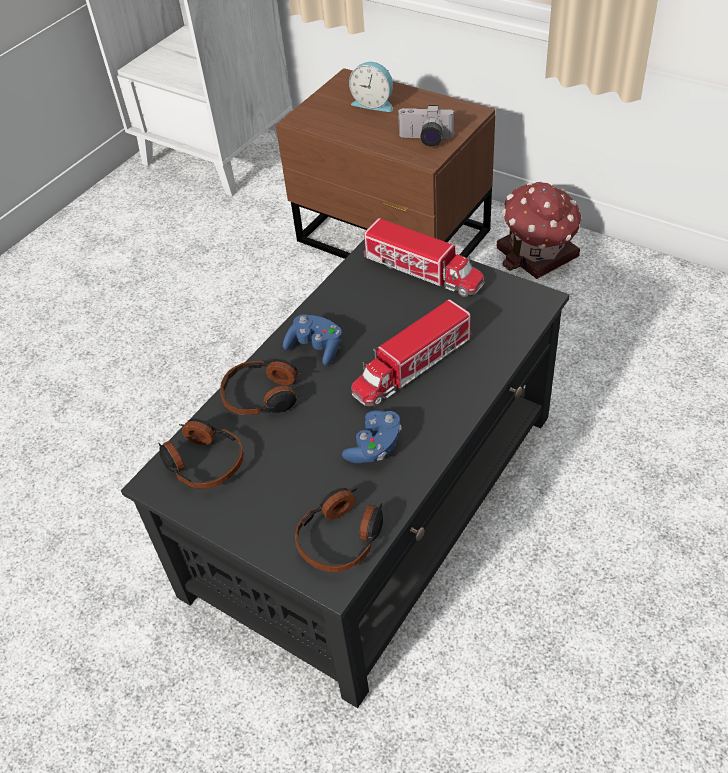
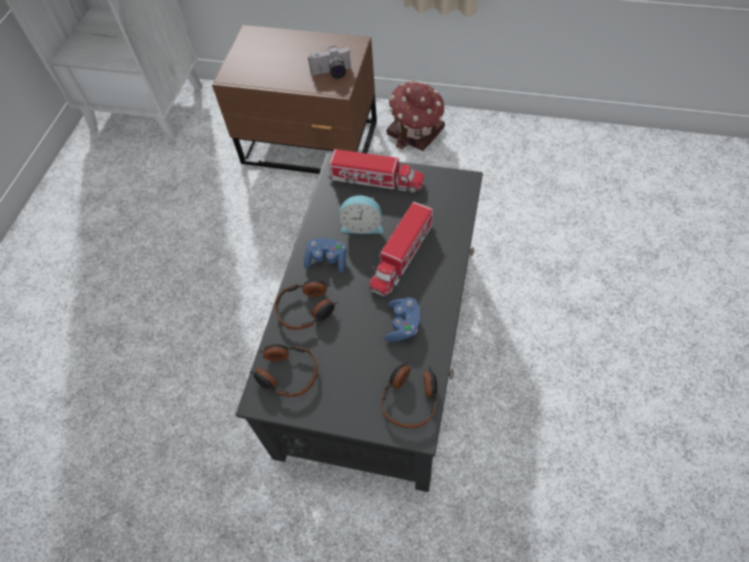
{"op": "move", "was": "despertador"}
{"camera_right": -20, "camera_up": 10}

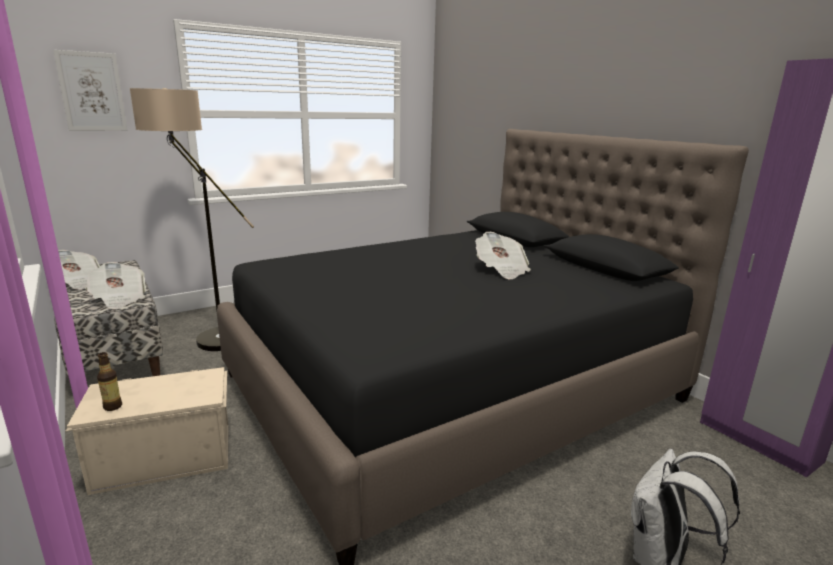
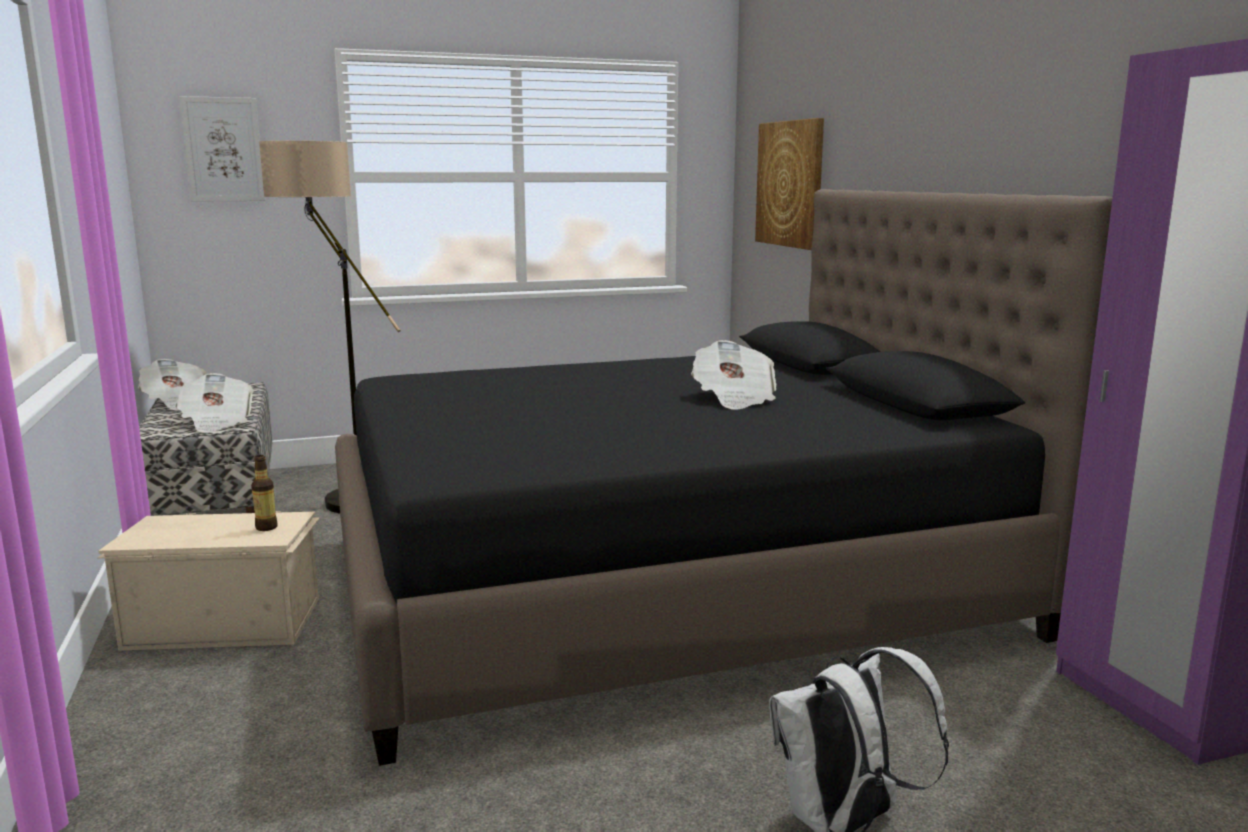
{"op": "insert", "now": "cuadro (2nd from left)"}
{"op": "move", "was": "botella"}
{"camera_right": 15, "camera_up": -5}

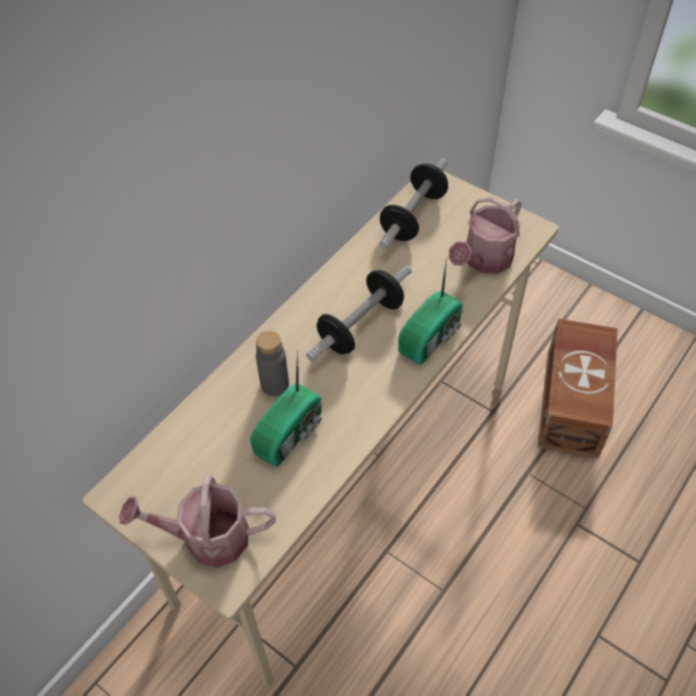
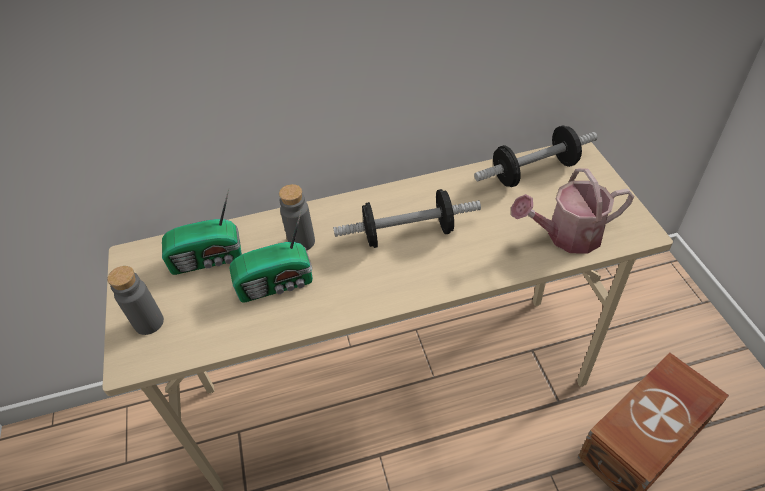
{"op": "move", "was": "radio (2nd from left in the first image)", "now": "radio (1st from left)"}
{"op": "replace", "was": "regadera (1st from left)", "now": "botella (gris) (1st from left)"}
{"camera_right": 40, "camera_up": -5}

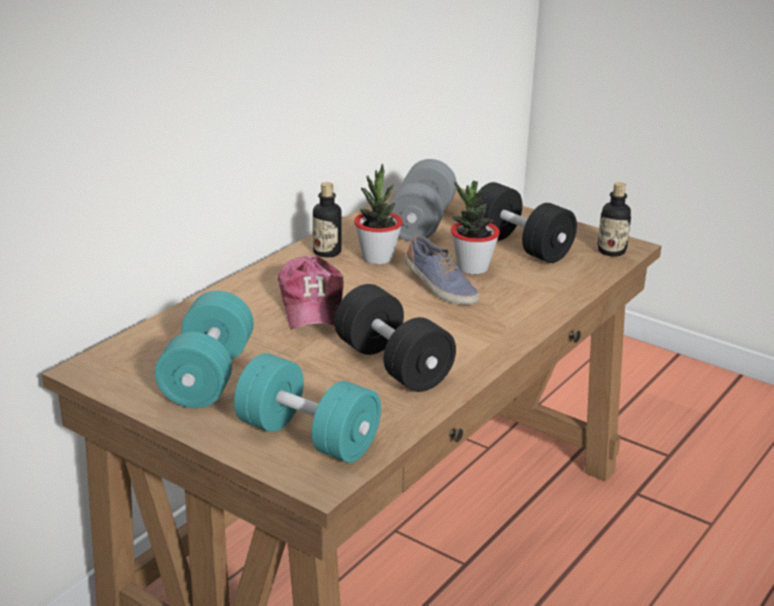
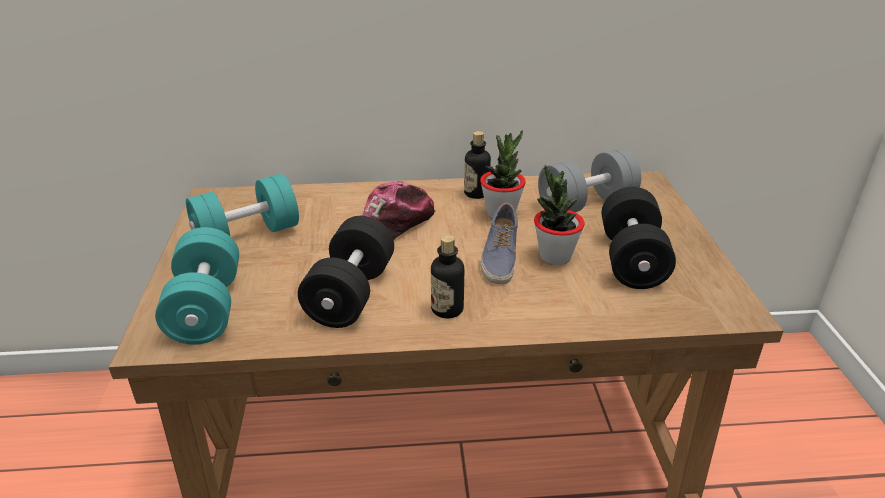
{"op": "move", "was": "botella (2nd from left in the first image)", "now": "botella (1st from left)"}
{"camera_right": 50, "camera_up": 5}

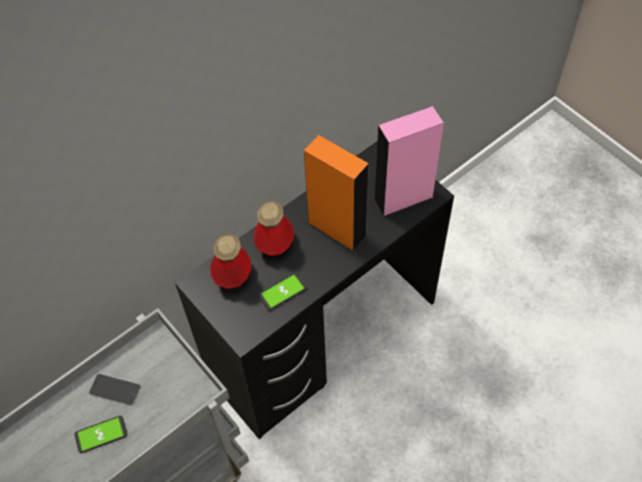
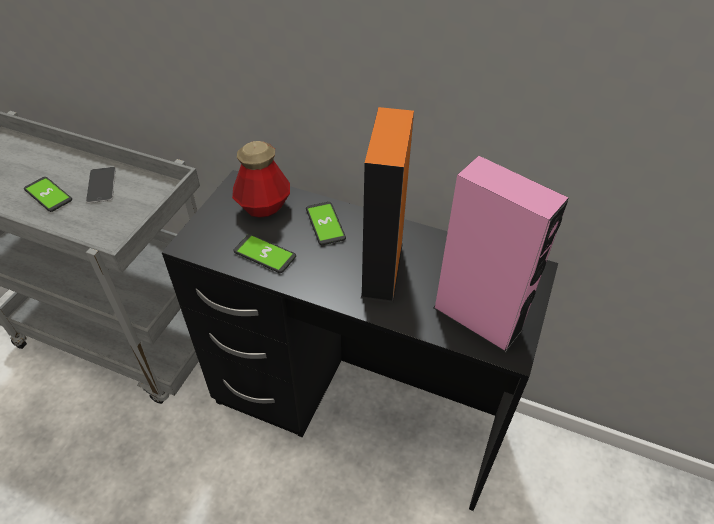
{"op": "replace", "was": "botella (2nd from left)", "now": "móvil (4th from left)"}
{"camera_right": 60, "camera_up": -10}

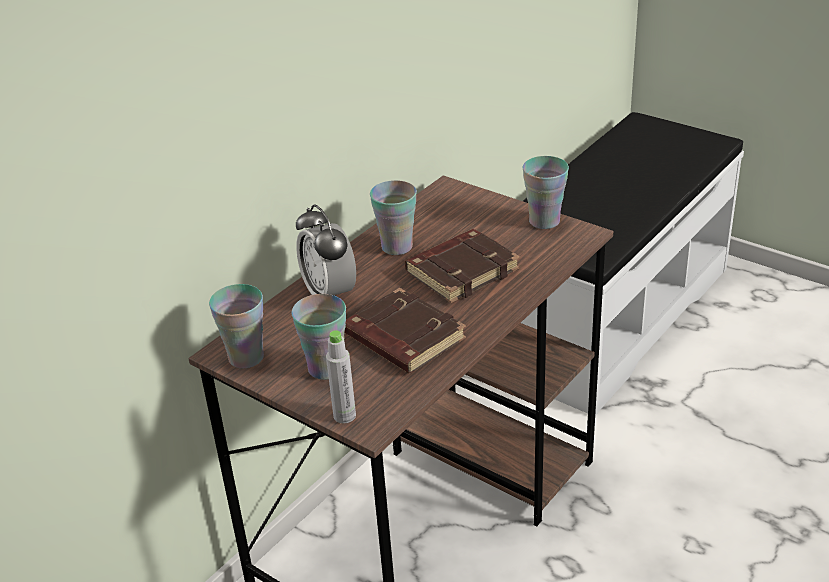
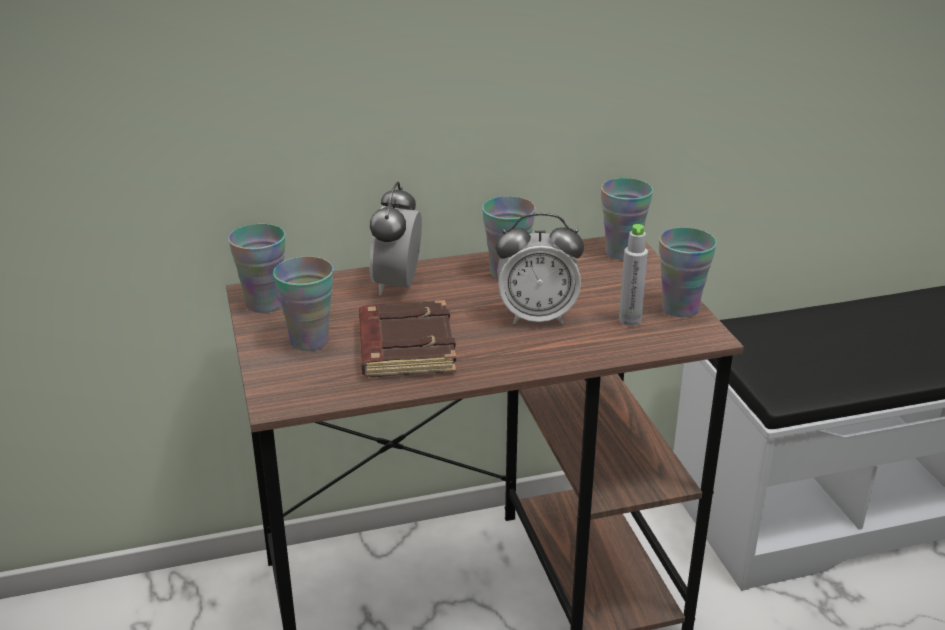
{"op": "insert", "now": "taza (4th from left)"}
{"op": "move", "was": "botella (gris)"}
{"op": "replace", "was": "libro (marrón) (2nd from left)", "now": "despertador (2nd from left)"}
{"camera_right": 35, "camera_up": -5}

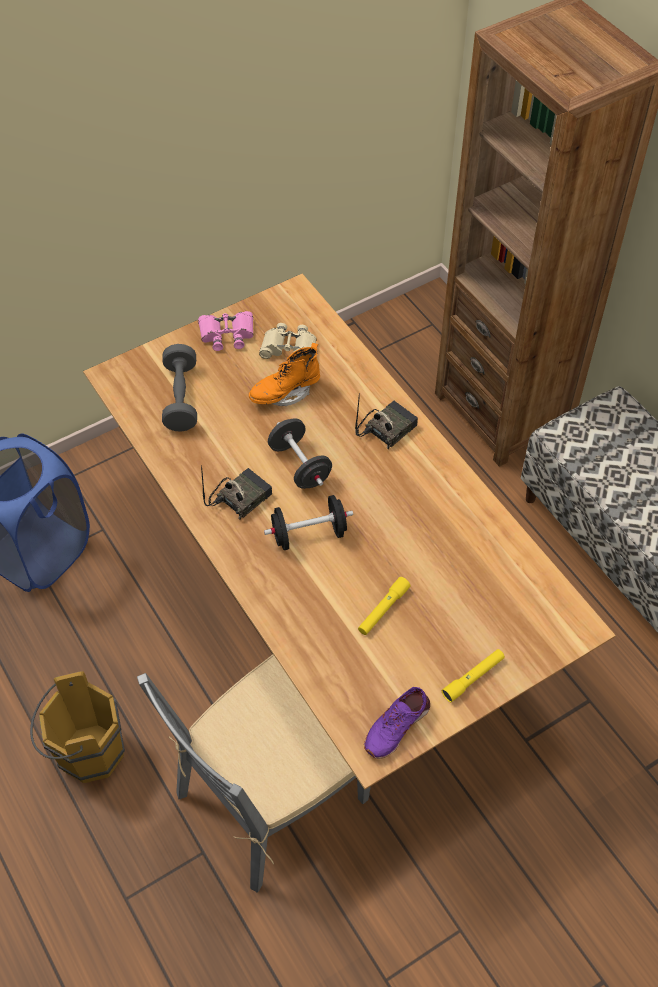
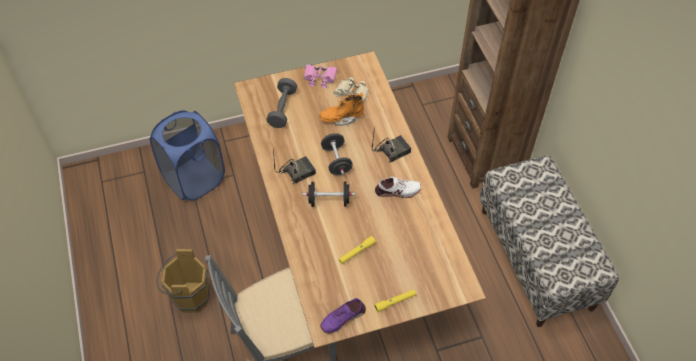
{"op": "insert", "now": "zapato (blanco)"}
{"camera_right": 15, "camera_up": 0}

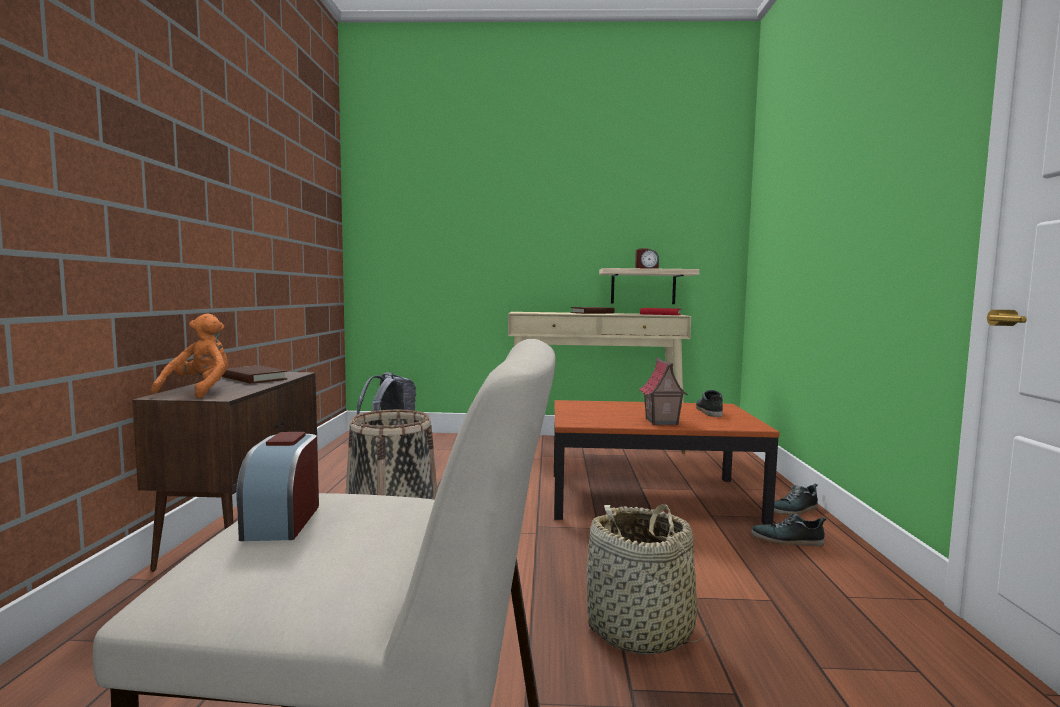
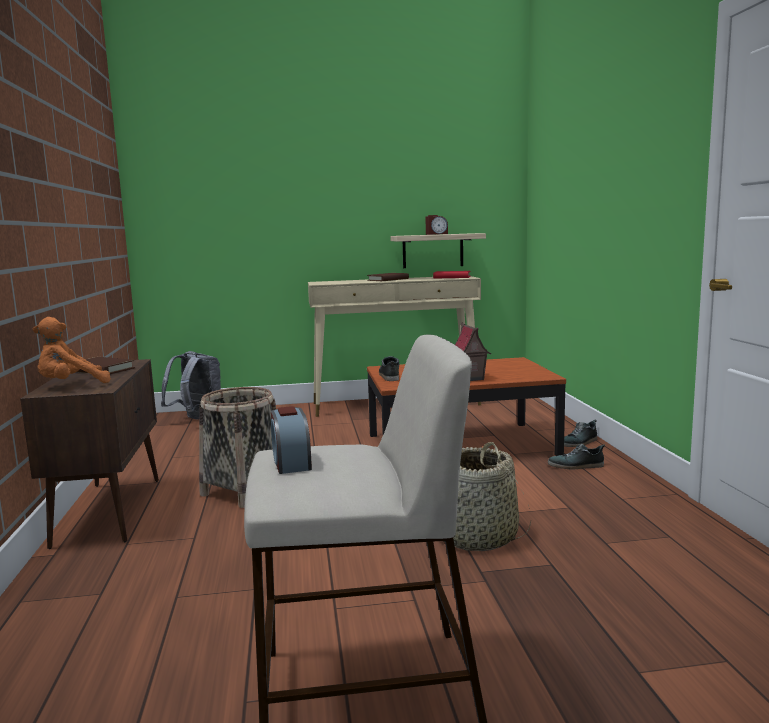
{"op": "move", "was": "zapato (1st from left)"}
{"op": "rotate", "was": "peluche (naranja)", "clockwise": -120}
{"camera_right": -10, "camera_up": 5}

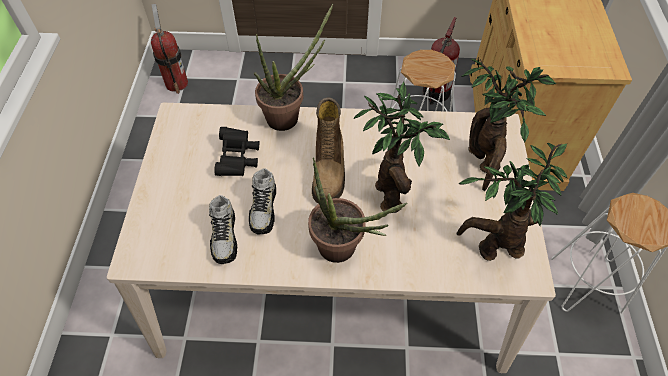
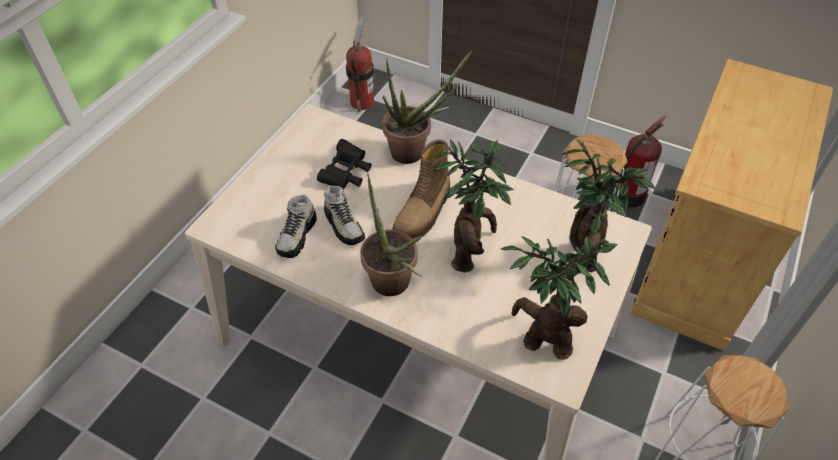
{"op": "rotate", "was": "zapato (2nd from left)", "clockwise": -60}
{"camera_right": 25, "camera_up": -5}

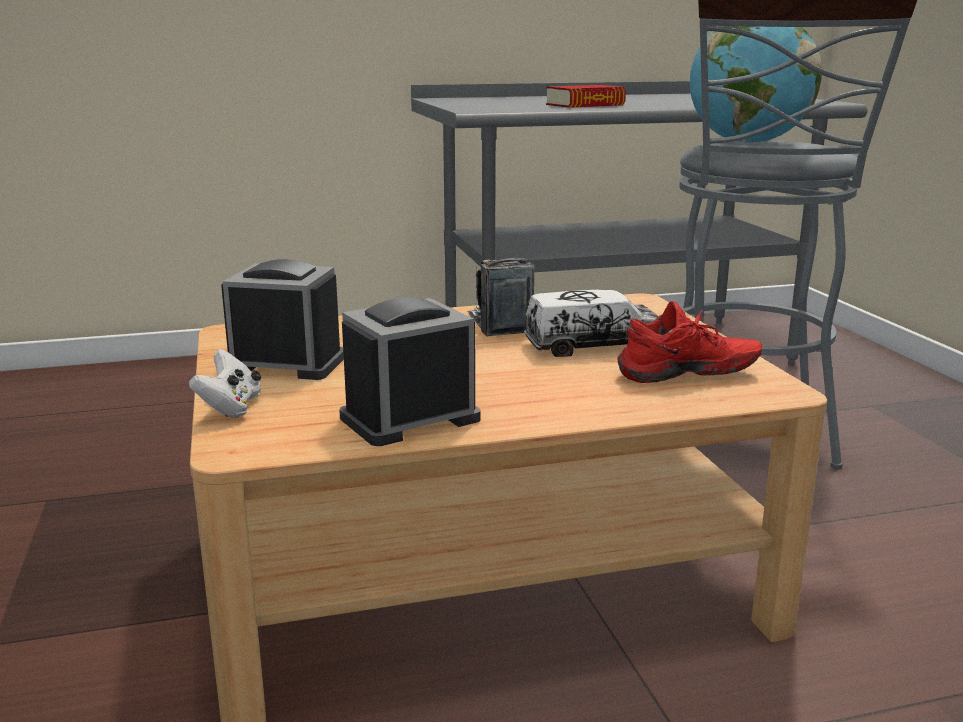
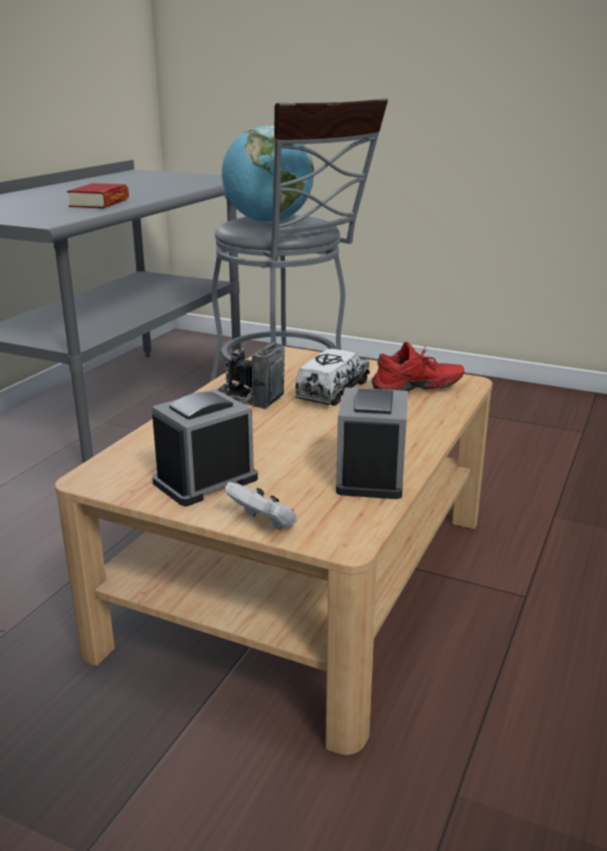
{"op": "rotate", "was": "zapato (rojo)", "clockwise": 45}
{"camera_right": -50, "camera_up": 5}

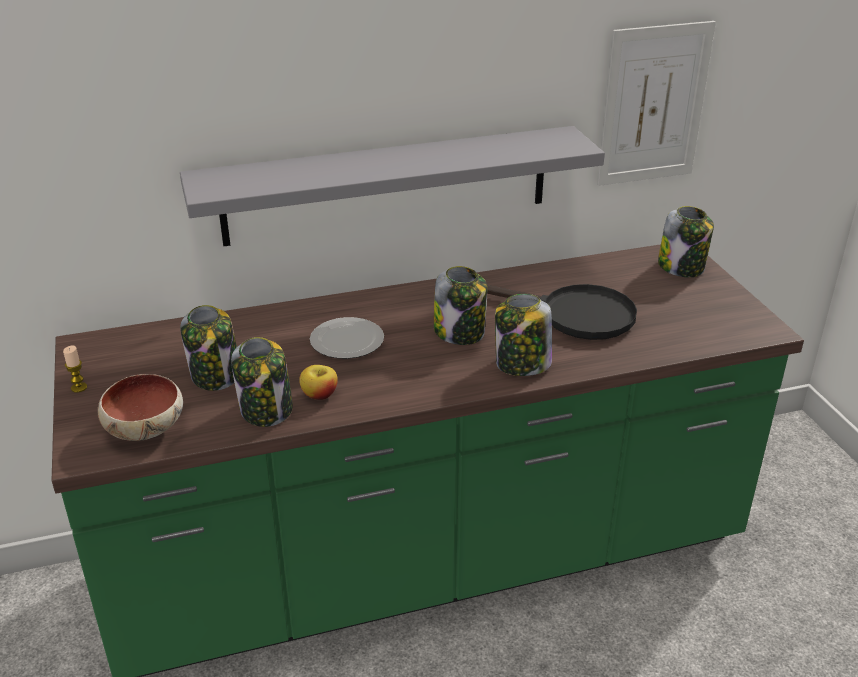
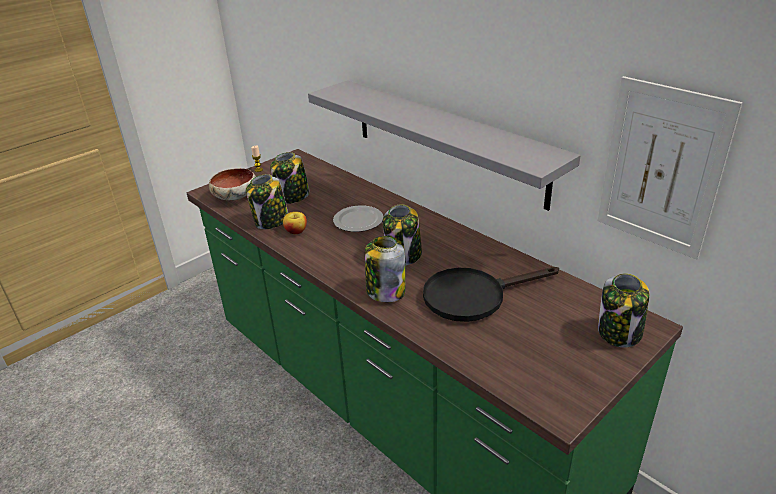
{"op": "rotate", "was": "sartén (negro)", "clockwise": 75}
{"camera_right": 65, "camera_up": 0}

